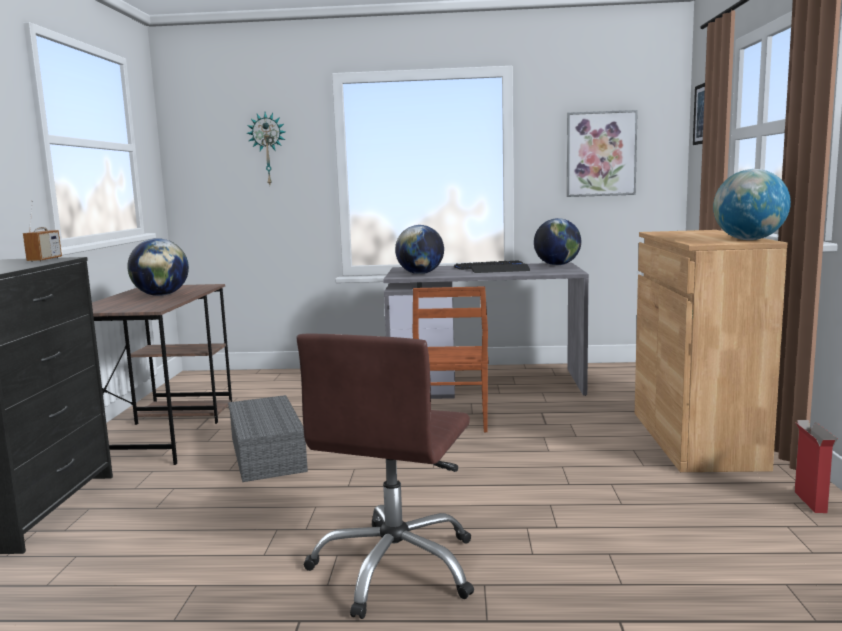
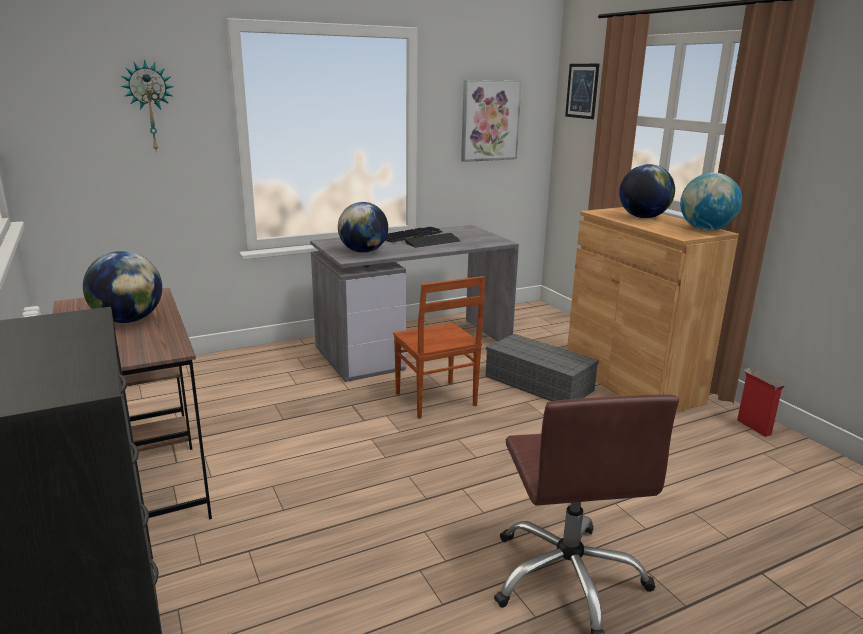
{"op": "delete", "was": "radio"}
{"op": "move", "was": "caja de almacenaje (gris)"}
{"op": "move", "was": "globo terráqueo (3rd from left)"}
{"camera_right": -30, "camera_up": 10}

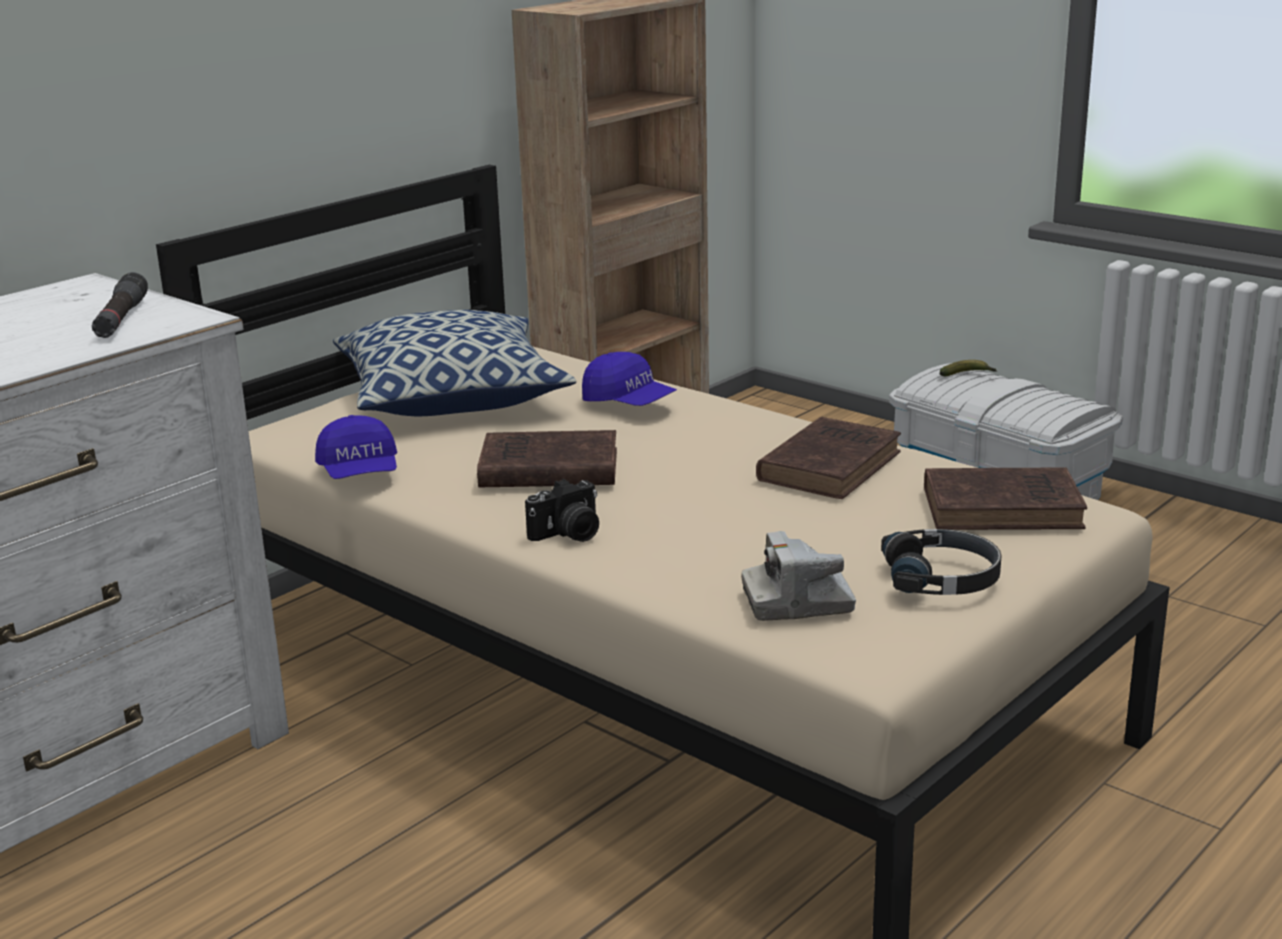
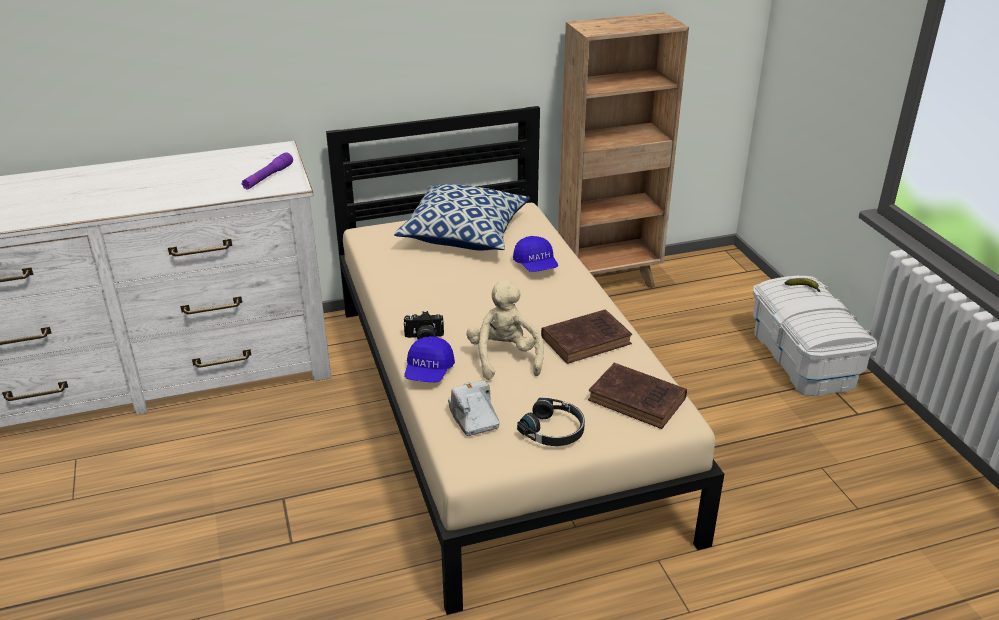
{"op": "delete", "was": "libro (marrón) (1st from left)"}
{"op": "insert", "now": "peluche (beis)"}
{"op": "move", "was": "gorra (azul) (1st from left)"}
{"op": "recolor", "was": "linterna (negro)", "now": "linterna (morado)"}
{"op": "rotate", "was": "cámara (2nd from left)", "clockwise": 45}
{"camera_right": 30, "camera_up": 10}

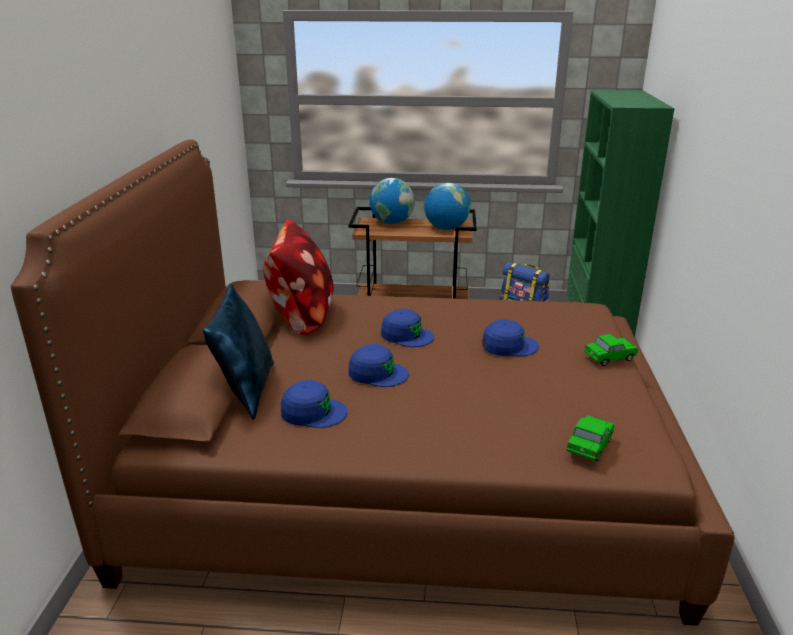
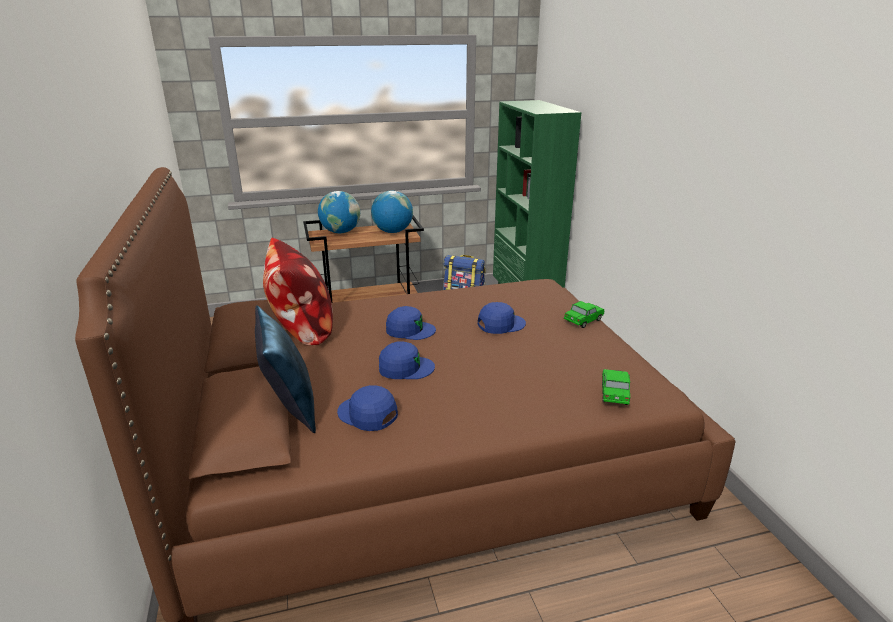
{"op": "rotate", "was": "gorra (azul) (1st from left)", "clockwise": -135}
{"camera_right": -20, "camera_up": 0}

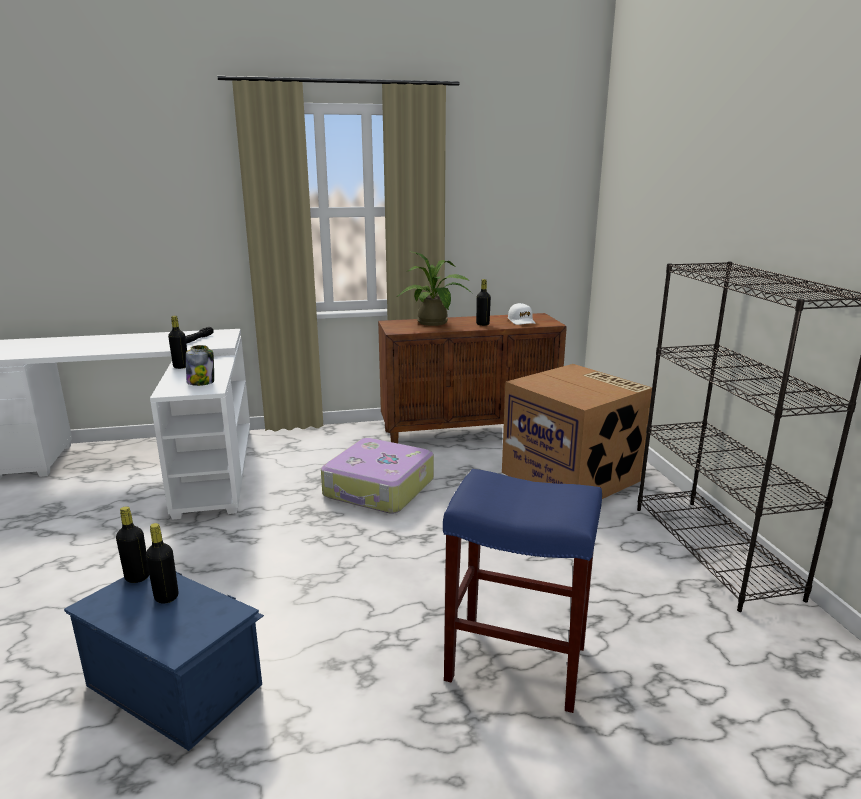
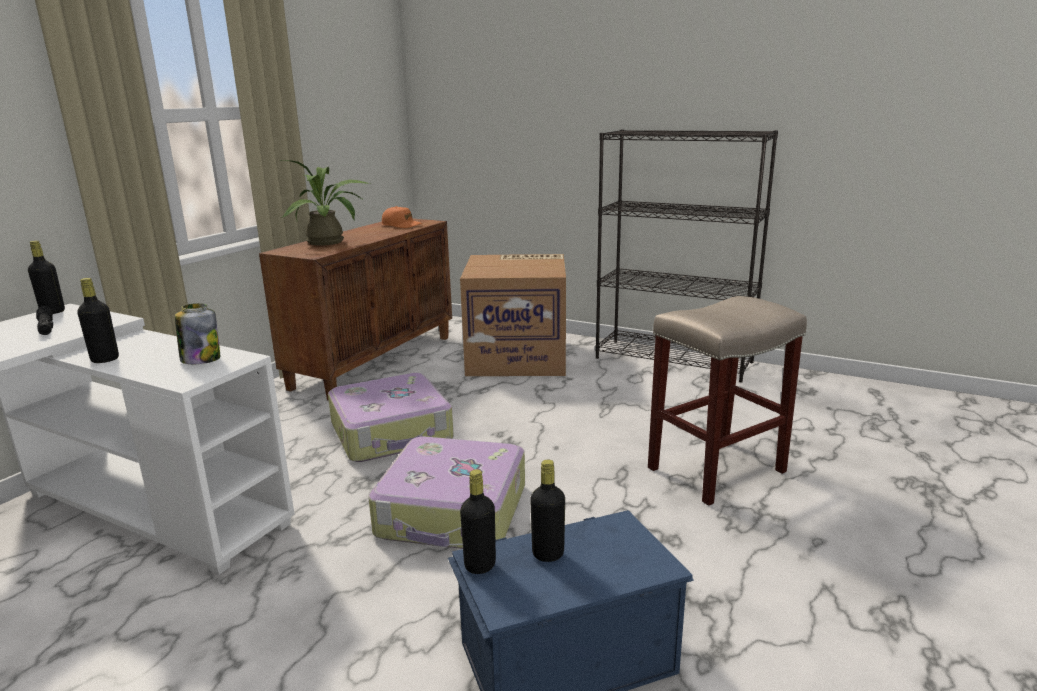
{"op": "insert", "now": "maleta (2nd from left)"}
{"op": "move", "was": "botella (negro) (4th from left in the first image)", "now": "botella (negro) (1st from left)"}
{"op": "recolor", "was": "taburete (azul)", "now": "taburete (beis)"}
{"op": "recolor", "was": "gorra (blanco)", "now": "gorra (naranja)"}
{"camera_right": -50, "camera_up": 0}

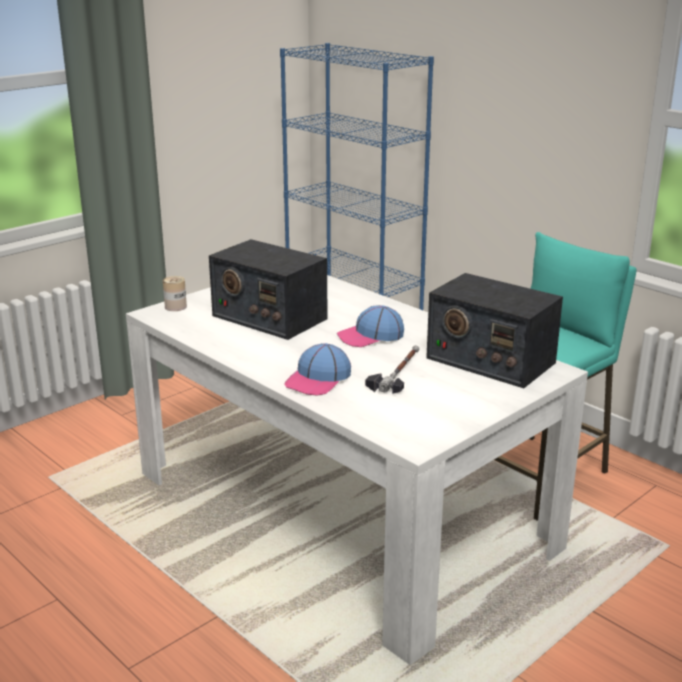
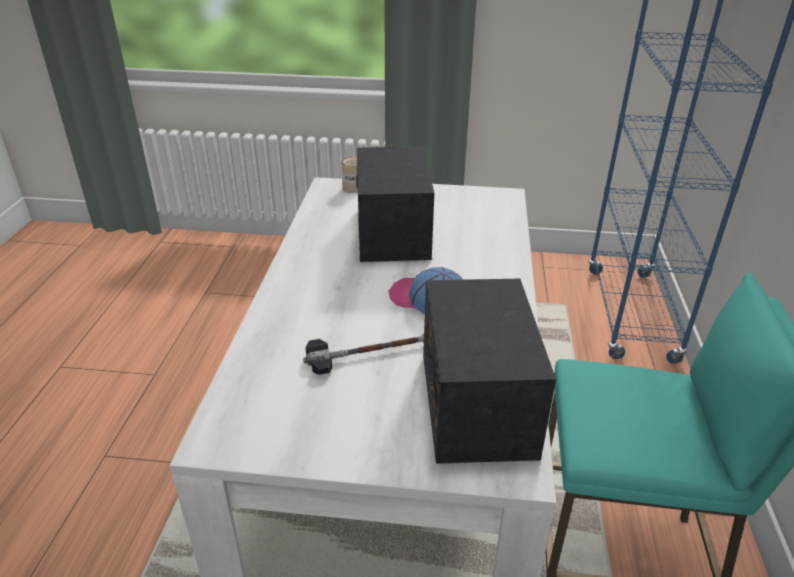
{"op": "delete", "was": "gorra (1st from left)"}
{"camera_right": 50, "camera_up": 10}

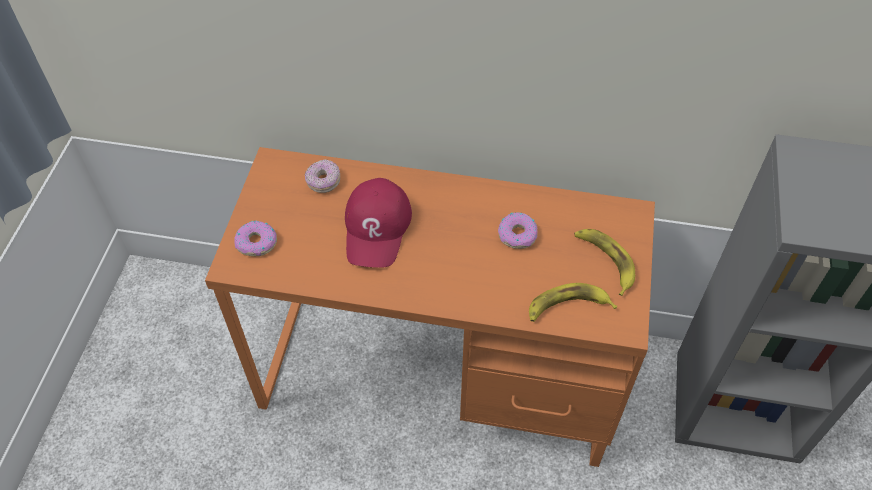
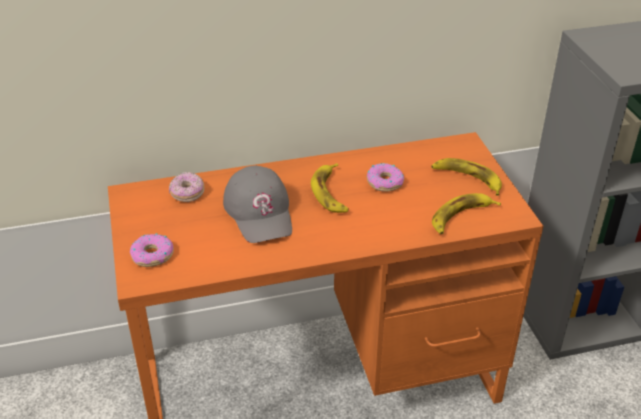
{"op": "insert", "now": "plátano (1st from left)"}
{"op": "recolor", "was": "gorra (rojo)", "now": "gorra (gris)"}
{"camera_right": -25, "camera_up": -15}

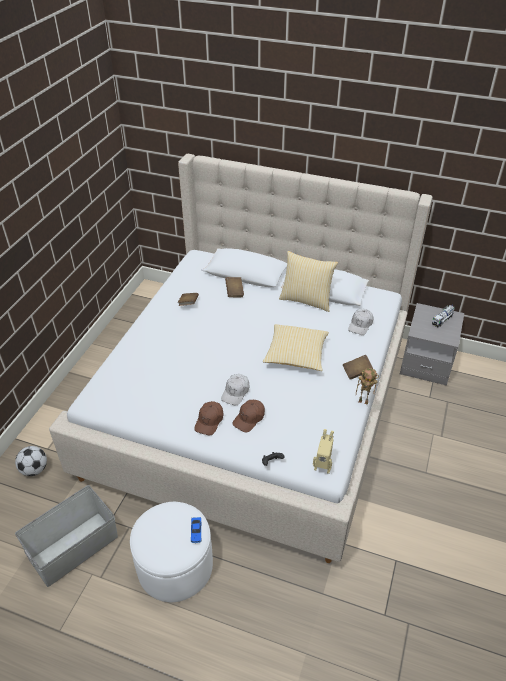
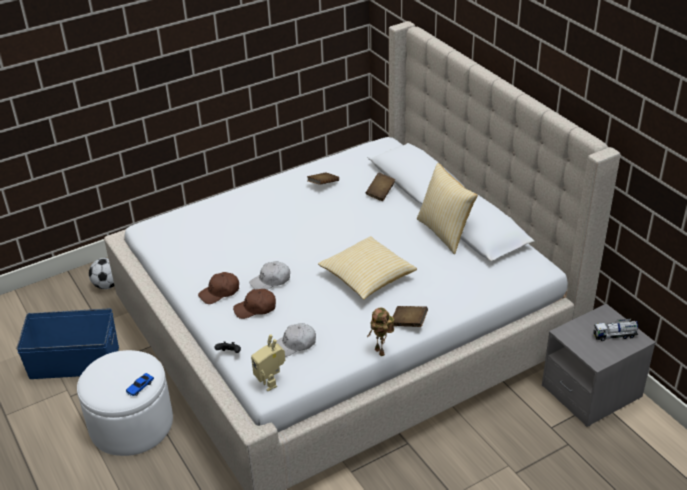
{"op": "move", "was": "gorra (blanco) (2nd from left)"}
{"op": "recolor", "was": "caja de almacenaje (gris)", "now": "caja de almacenaje (azul)"}
{"camera_right": 40, "camera_up": -5}

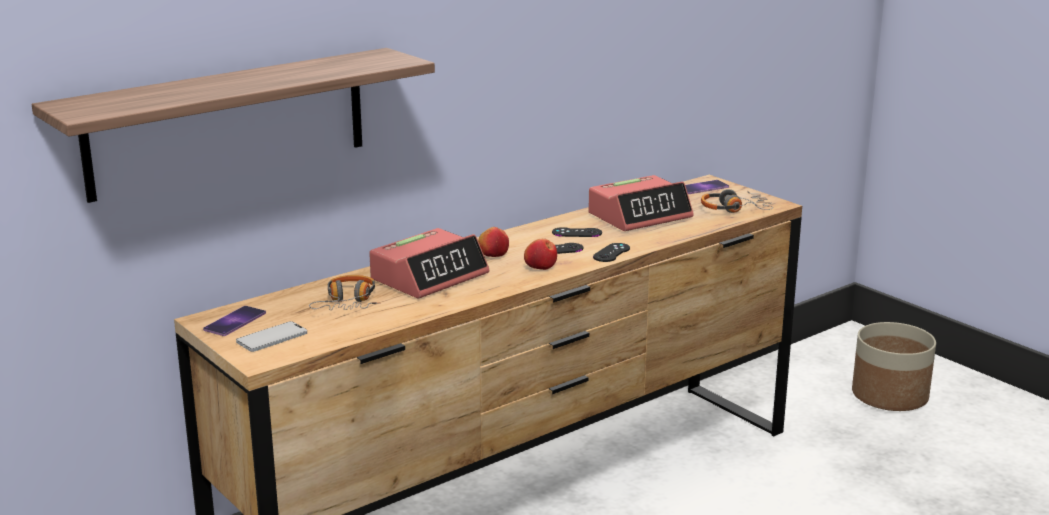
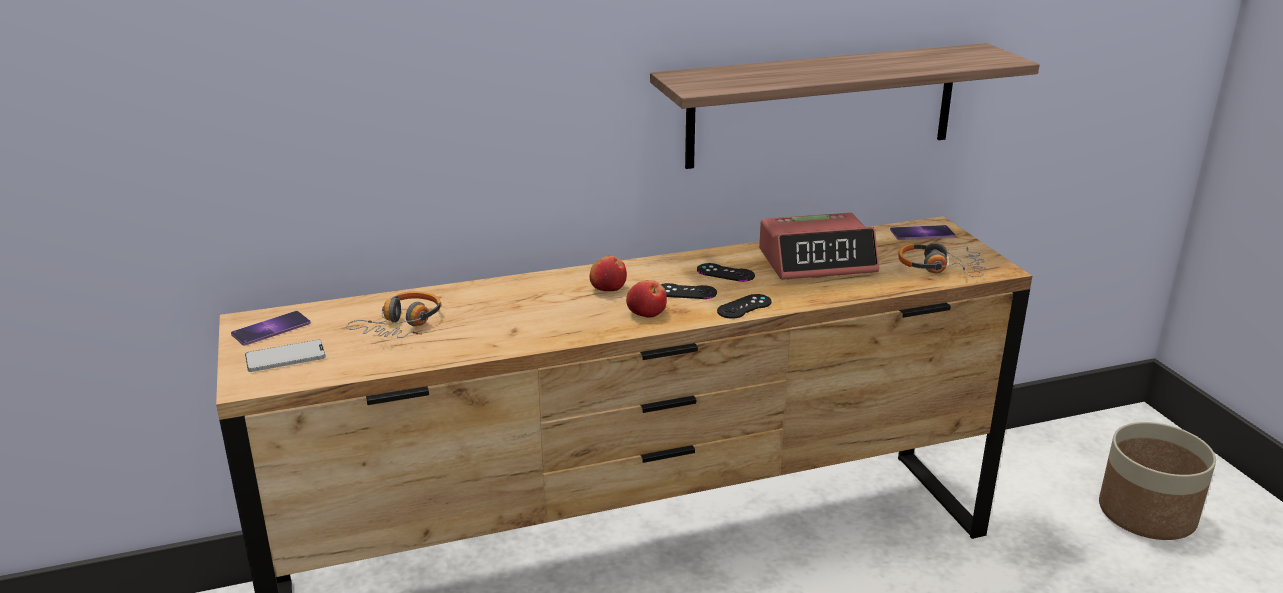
{"op": "delete", "was": "despertador (1st from left)"}
{"op": "move", "was": "estante"}
{"camera_right": 20, "camera_up": 5}

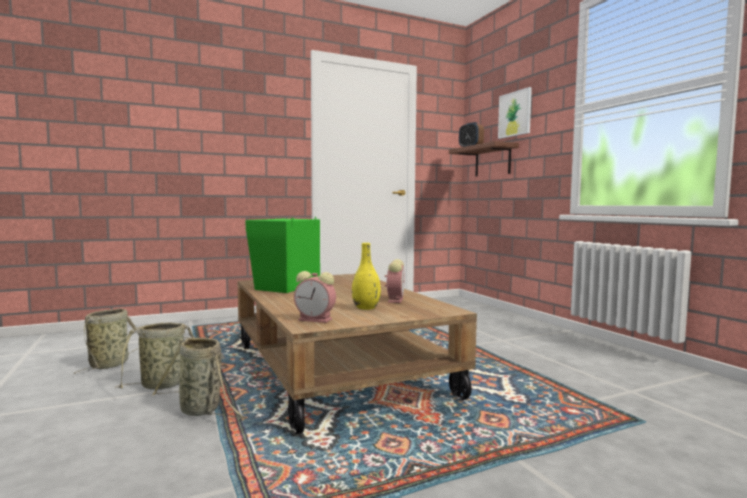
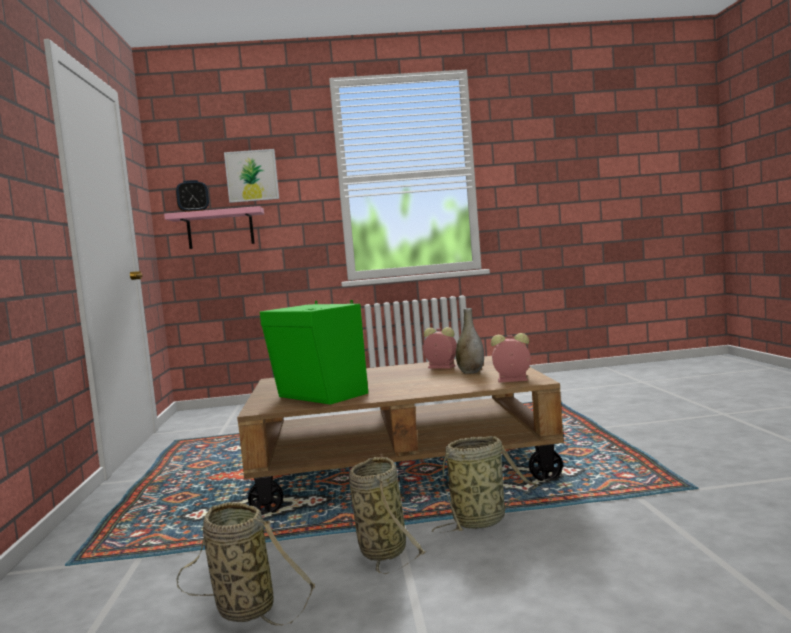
{"op": "recolor", "was": "florero (amarillo)", "now": "florero (gris)"}
{"op": "recolor", "was": "estante (marrón)", "now": "estante (rosa)"}
{"op": "rotate", "was": "despertador (1st from left in the first image)", "clockwise": -120}
{"camera_right": -70, "camera_up": 0}

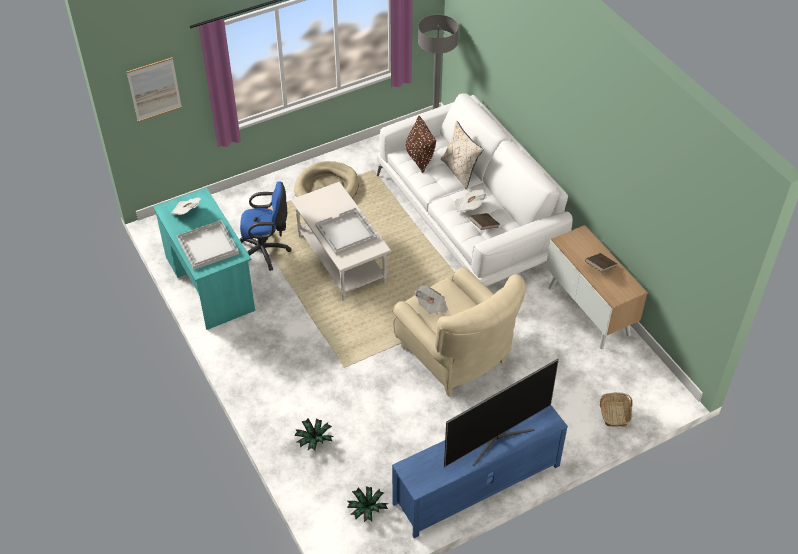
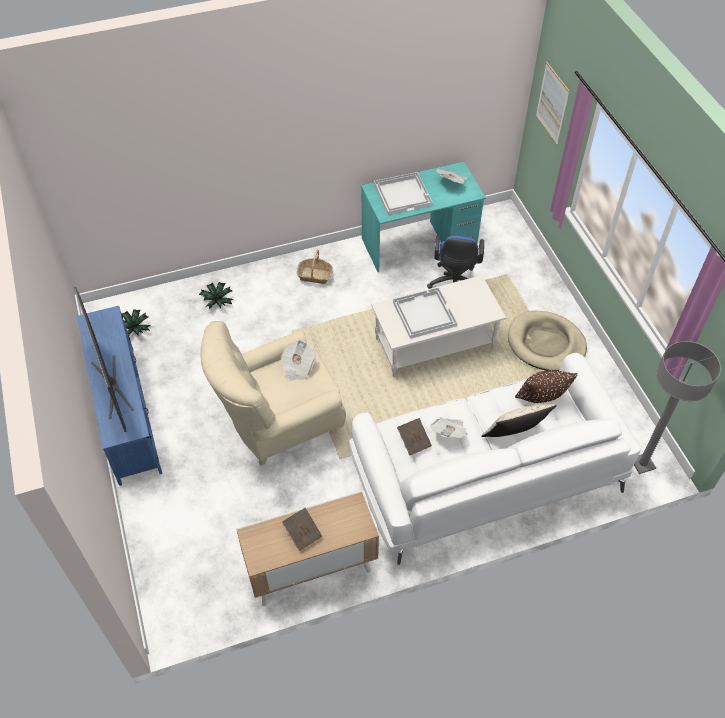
{"op": "move", "was": "cesta"}
{"camera_right": 100, "camera_up": 5}

